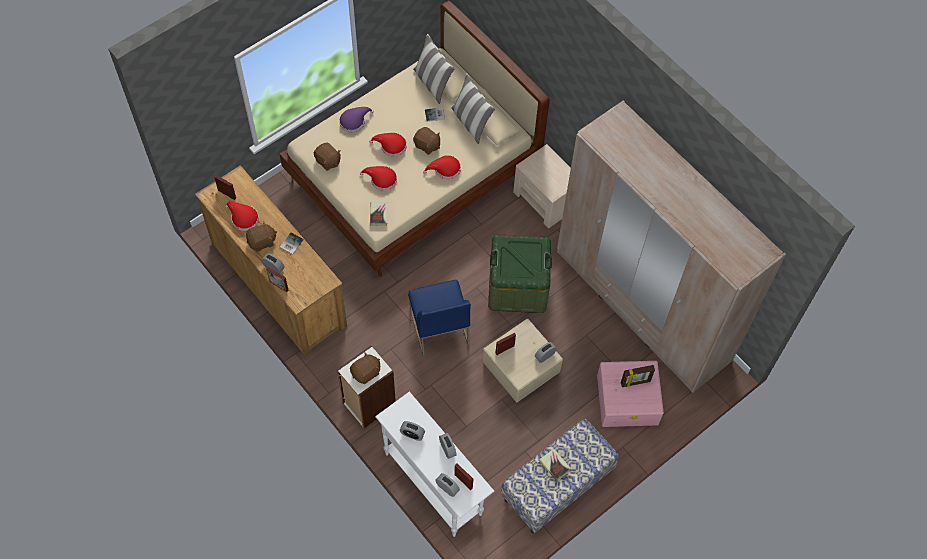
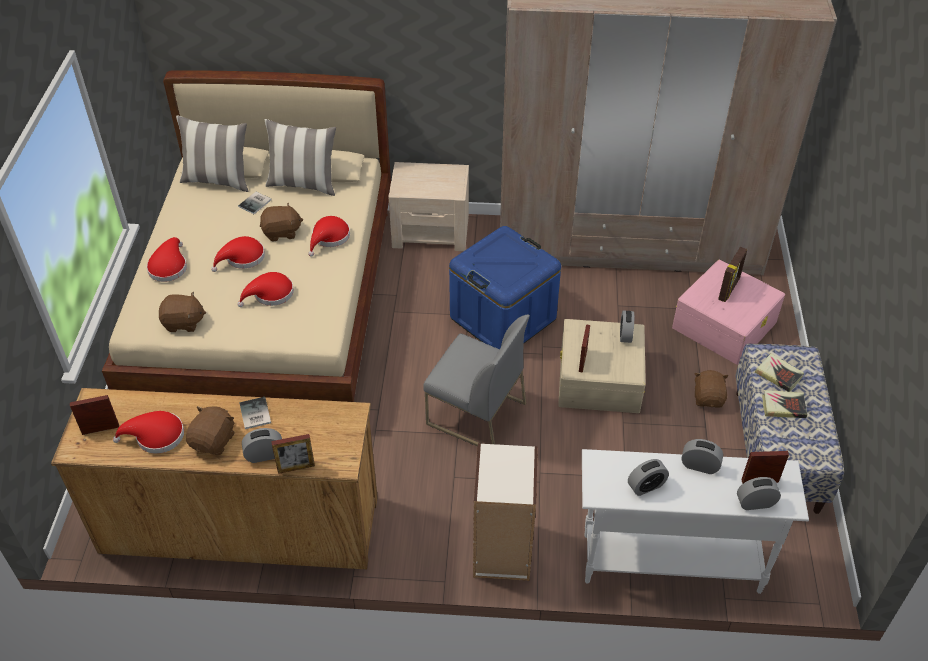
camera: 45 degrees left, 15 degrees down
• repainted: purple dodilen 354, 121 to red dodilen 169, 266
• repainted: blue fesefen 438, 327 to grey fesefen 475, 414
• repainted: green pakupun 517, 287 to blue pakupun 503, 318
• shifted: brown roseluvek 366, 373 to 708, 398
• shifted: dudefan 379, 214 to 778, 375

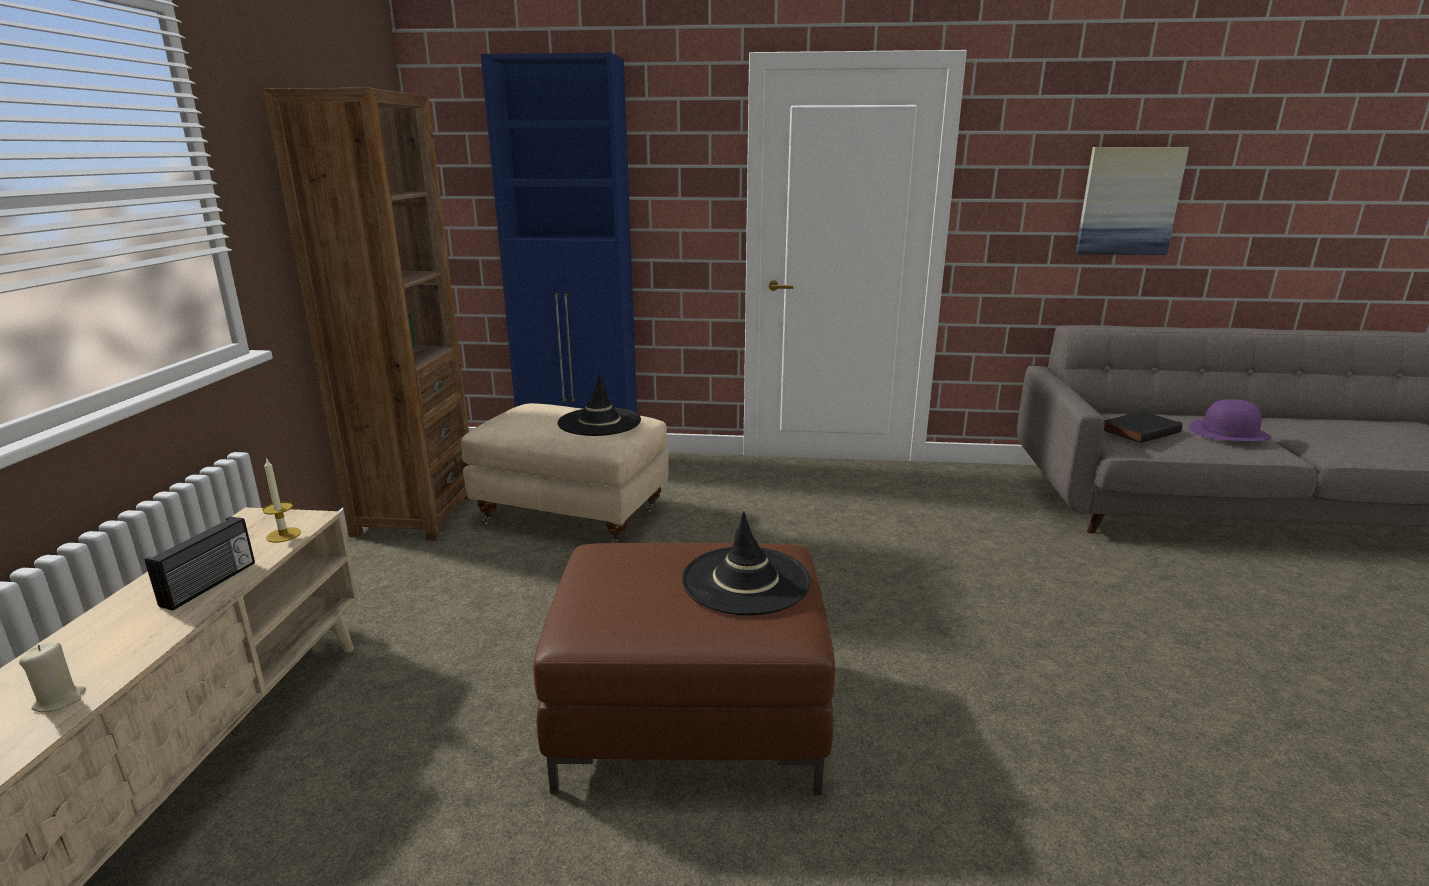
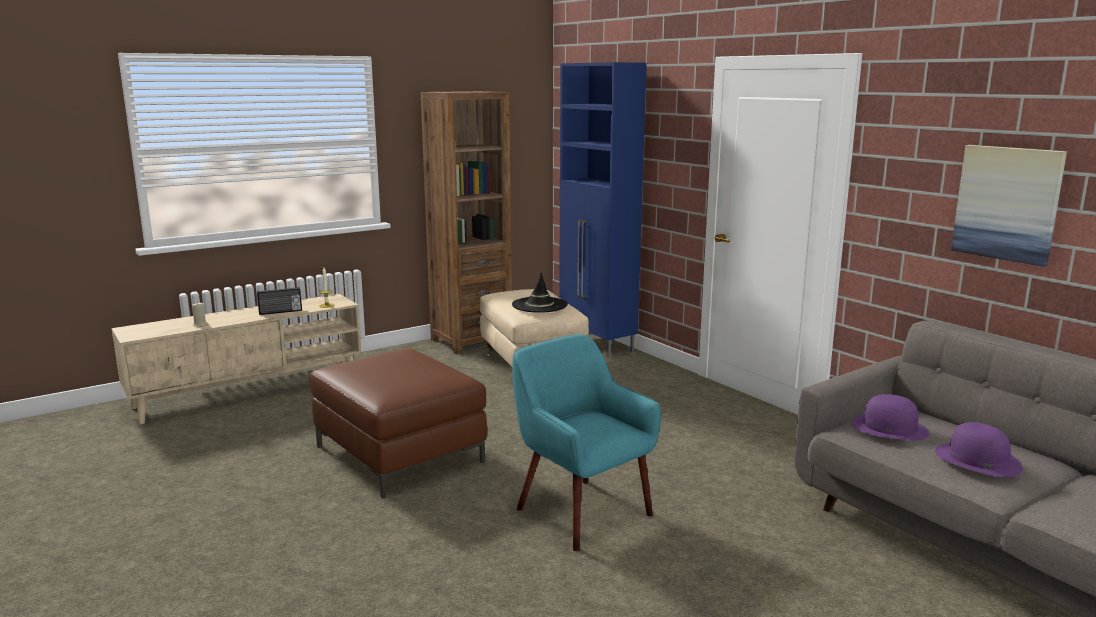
camera: 50 degrees right, 5 degrees down
• new: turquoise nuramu 581, 511
• swapped: black dudefan 1139, 430 to purple dodilen 889, 428
• gone: black dodilen 746, 581

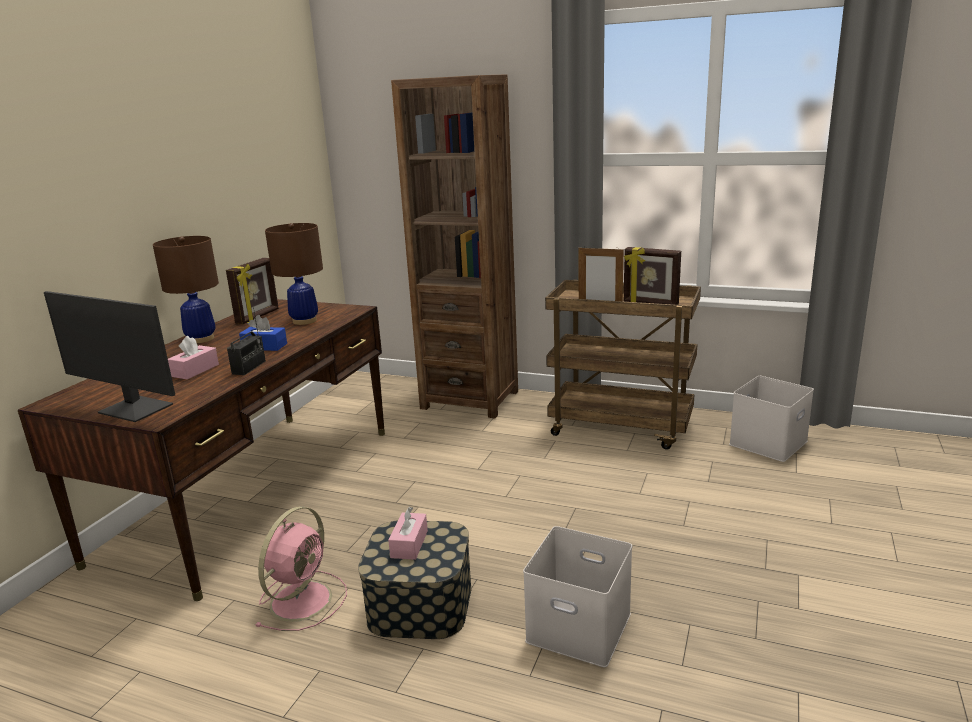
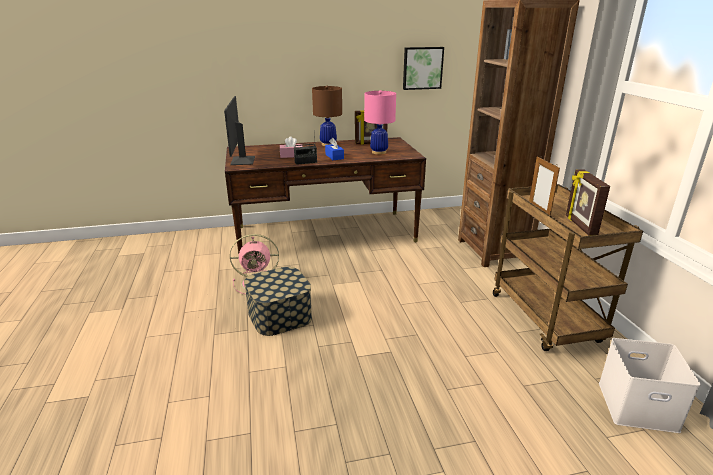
camera: 55 degrees right, 5 degrees up
• repainted: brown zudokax 304, 321 to pink zudokax 379, 152
• new: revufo 422, 68
• gone: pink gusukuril 409, 544
• gone: white pakupun 576, 628

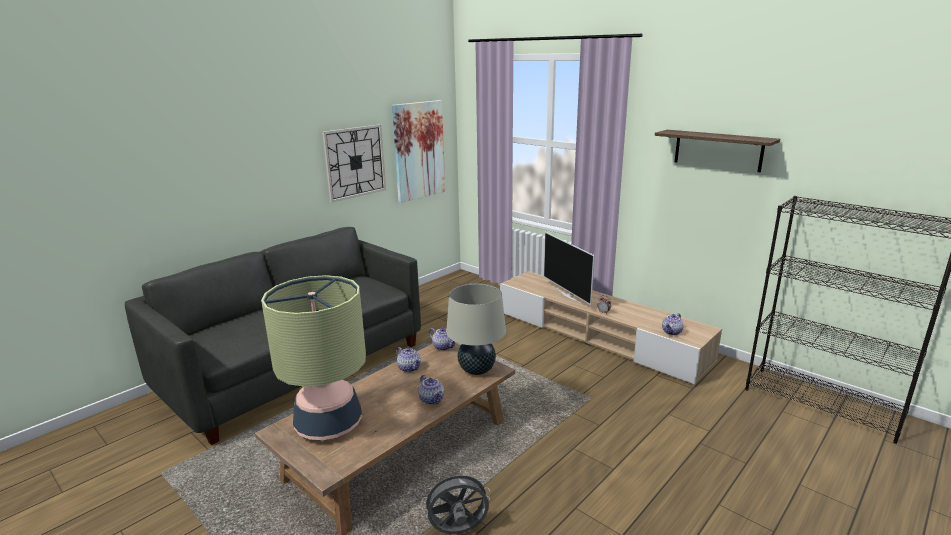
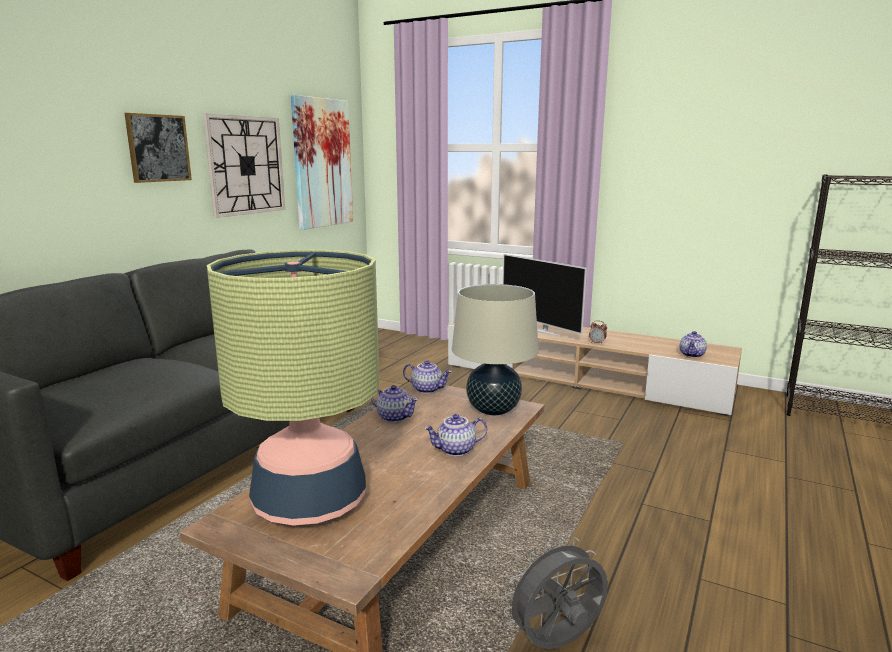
camera: 15 degrees left, 5 degrees down
• new: revufo 158, 148
• rotated: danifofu 432, 399 = 456, 450 120 degrees clockwise
• gone: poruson 718, 150

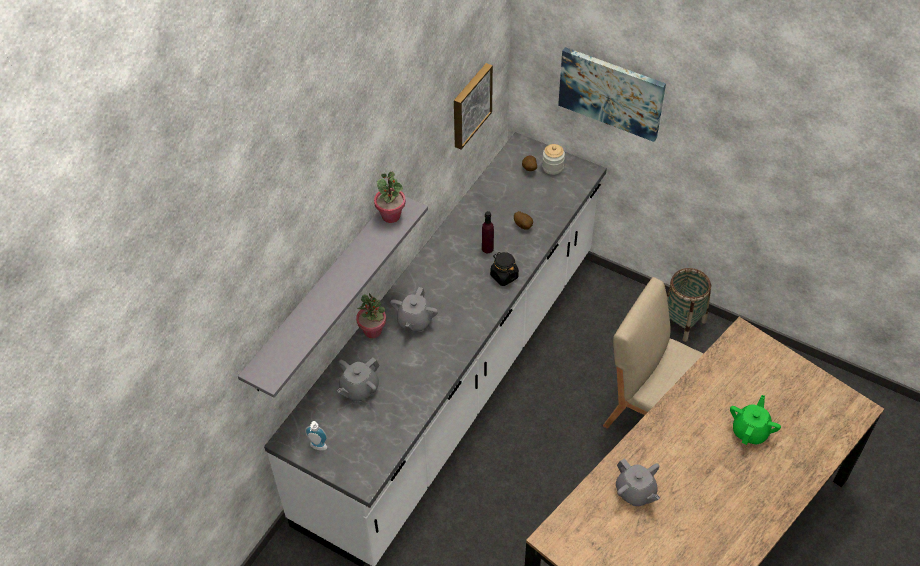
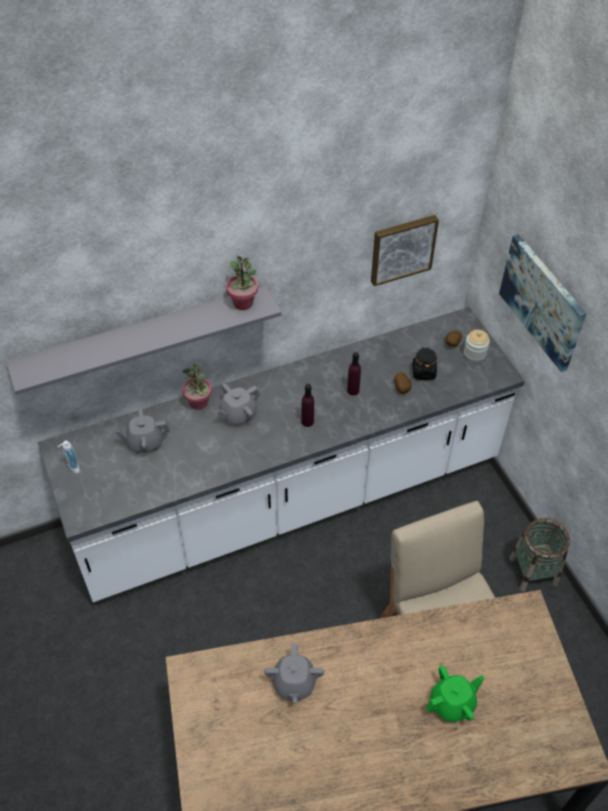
camera: 35 degrees right, 0 degrees up
• new: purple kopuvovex 307, 422
• shifted: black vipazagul 504, 276 to 423, 372

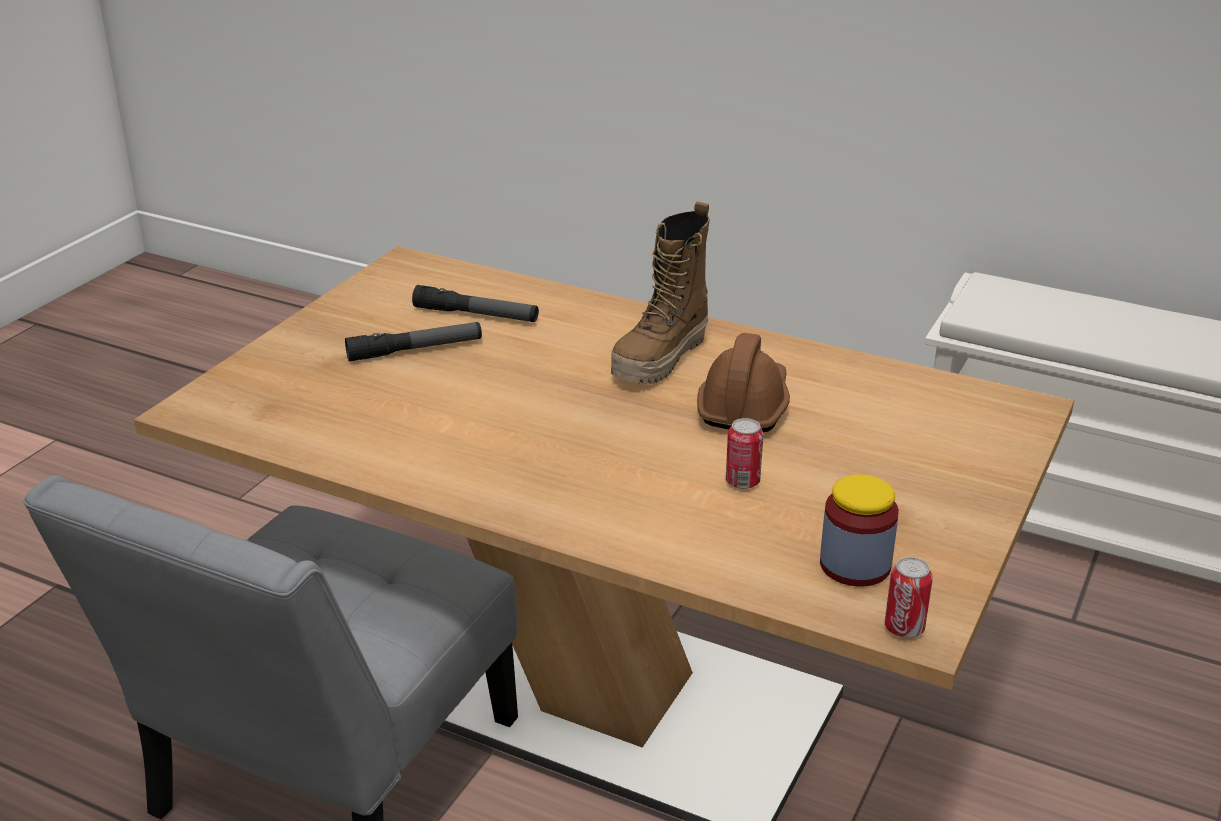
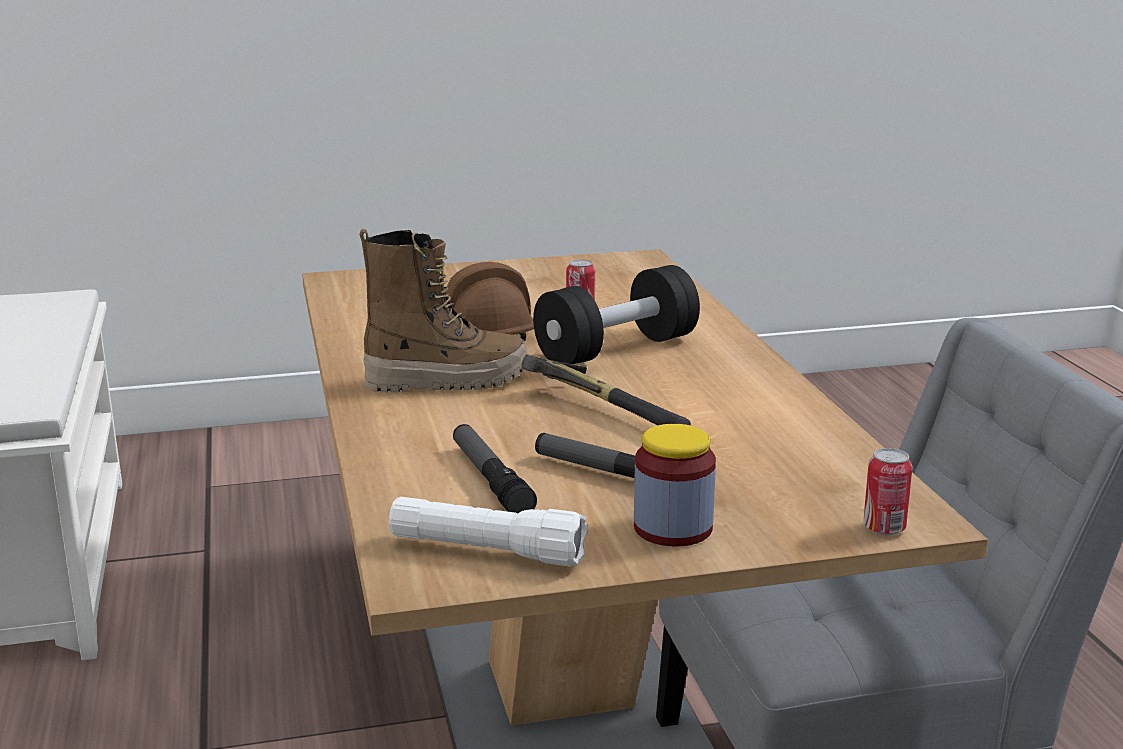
camera: 130 degrees left, 10 degrees down
• new: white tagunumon 487, 551
• new: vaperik 609, 411
• new: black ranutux 617, 349
• shifted: vipazagul 855, 565 to 673, 528
• shifted: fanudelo 904, 628 to 884, 528

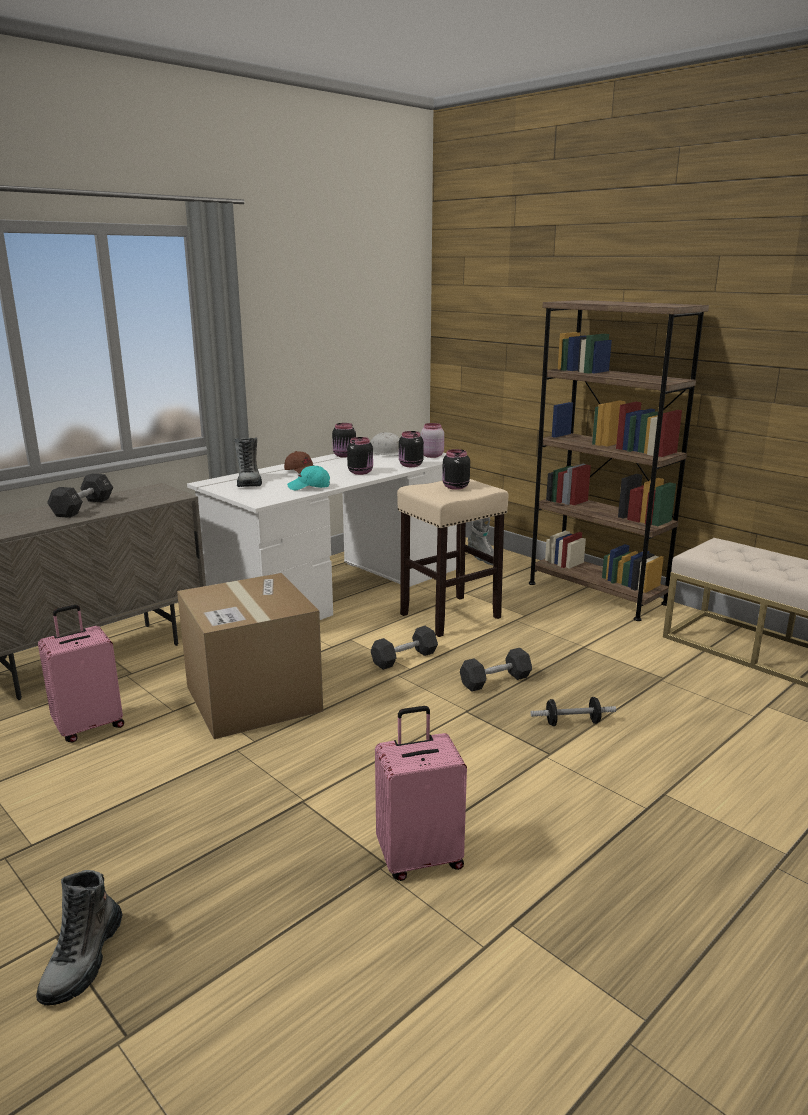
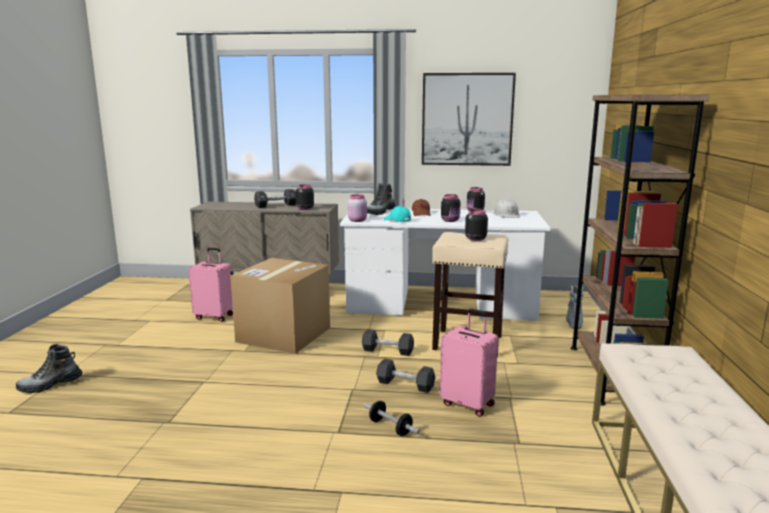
camera: 50 degrees right, 5 degrees down
• shifted: black vipazagul 410, 465 to 304, 209
• shifted: pink vipazagul 431, 455 to 357, 220
• new: revufo 467, 119
• shifted: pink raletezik 419, 857 to 468, 404

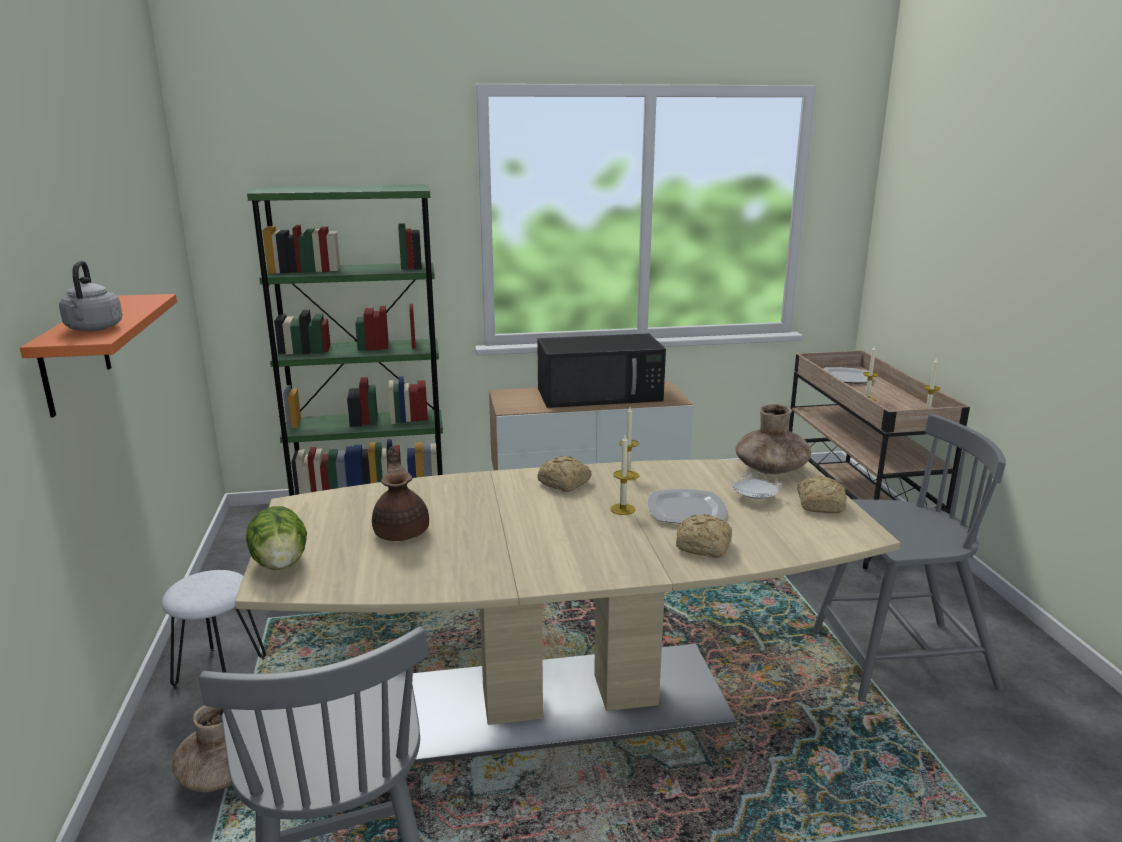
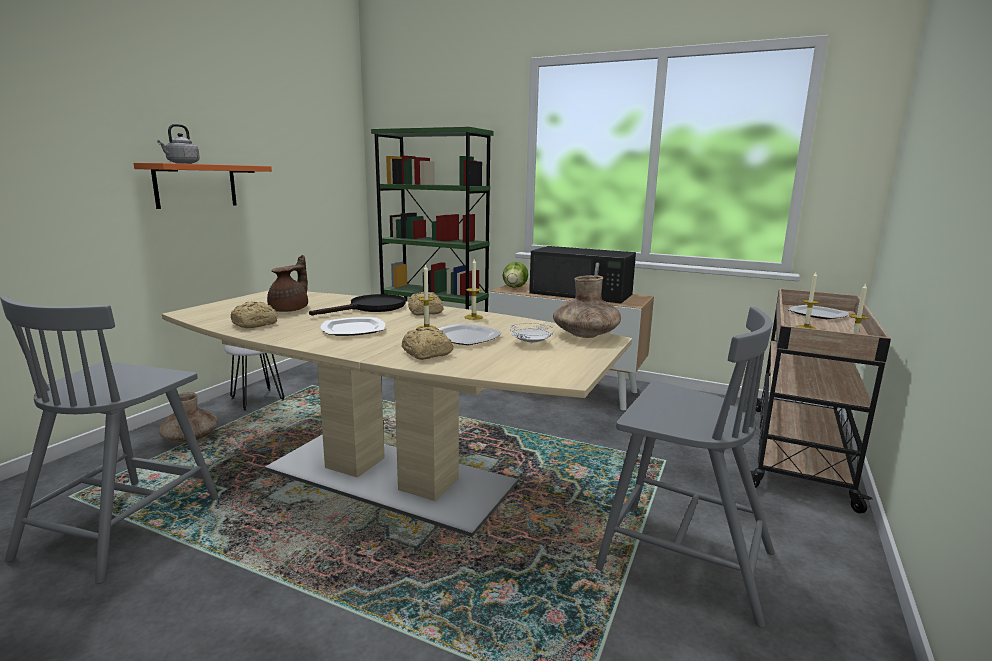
camera: 35 degrees right, 5 degrees down
• shifted: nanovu 821, 504 to 256, 324
• new: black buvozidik 371, 308
• new: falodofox 353, 329
• shifted: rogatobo 280, 564 to 515, 287

